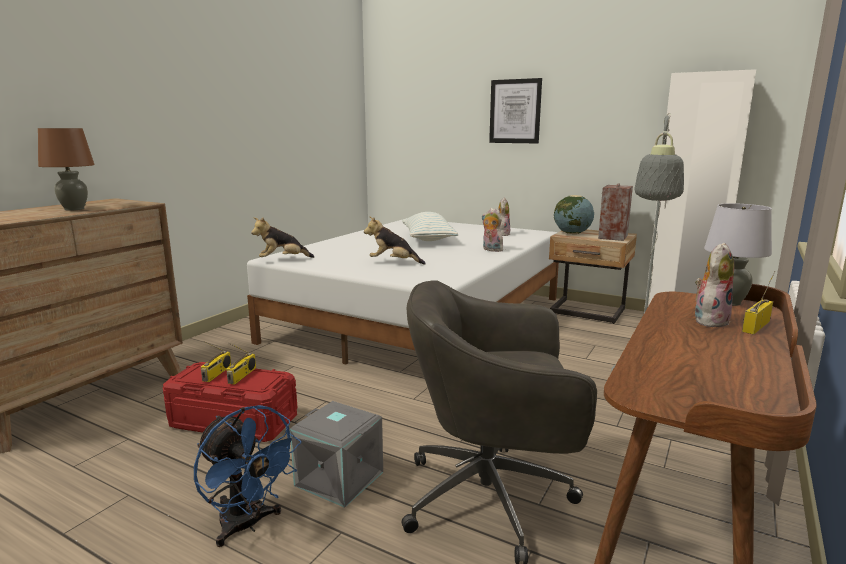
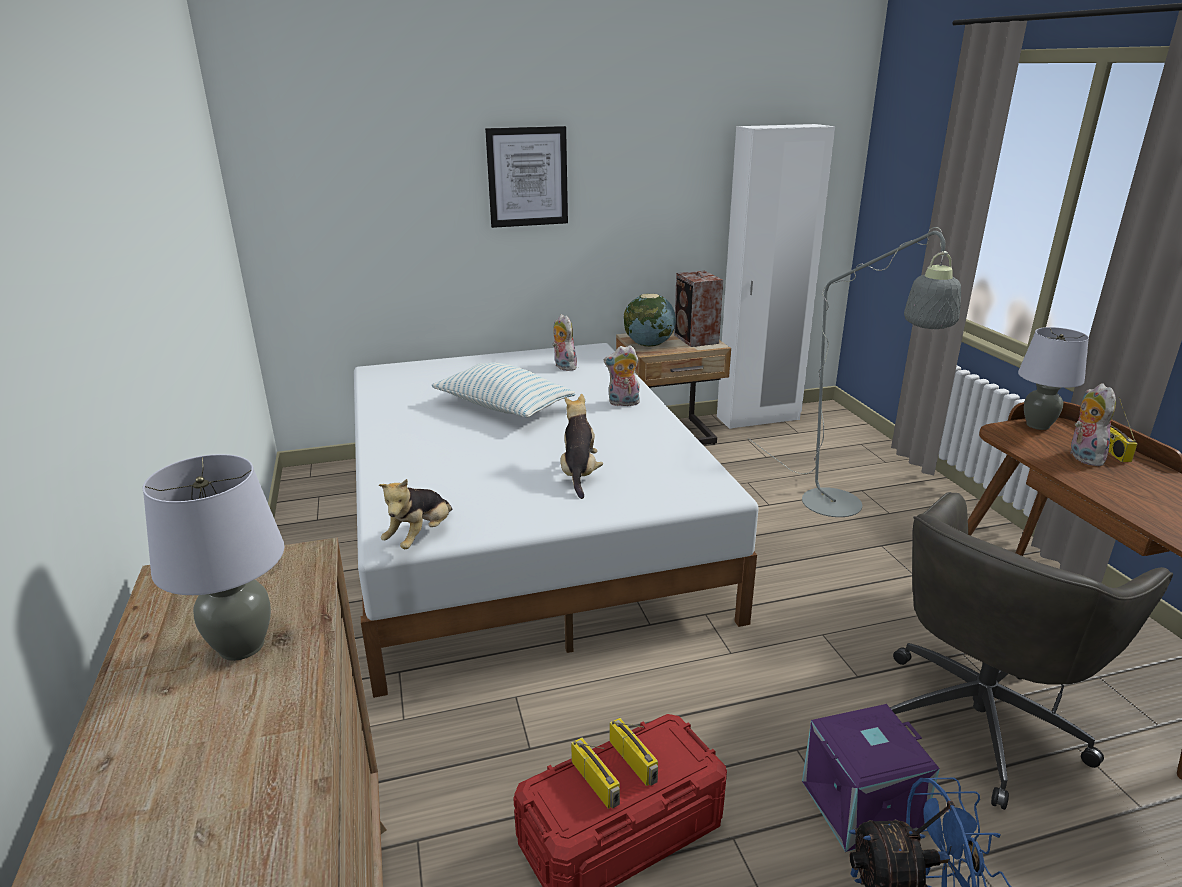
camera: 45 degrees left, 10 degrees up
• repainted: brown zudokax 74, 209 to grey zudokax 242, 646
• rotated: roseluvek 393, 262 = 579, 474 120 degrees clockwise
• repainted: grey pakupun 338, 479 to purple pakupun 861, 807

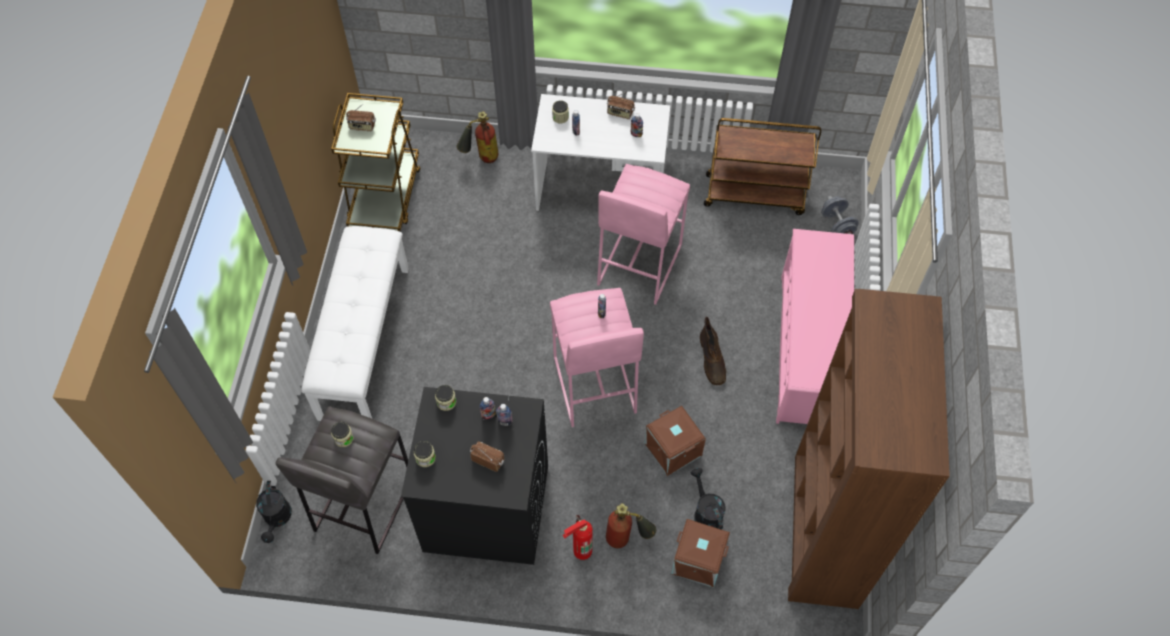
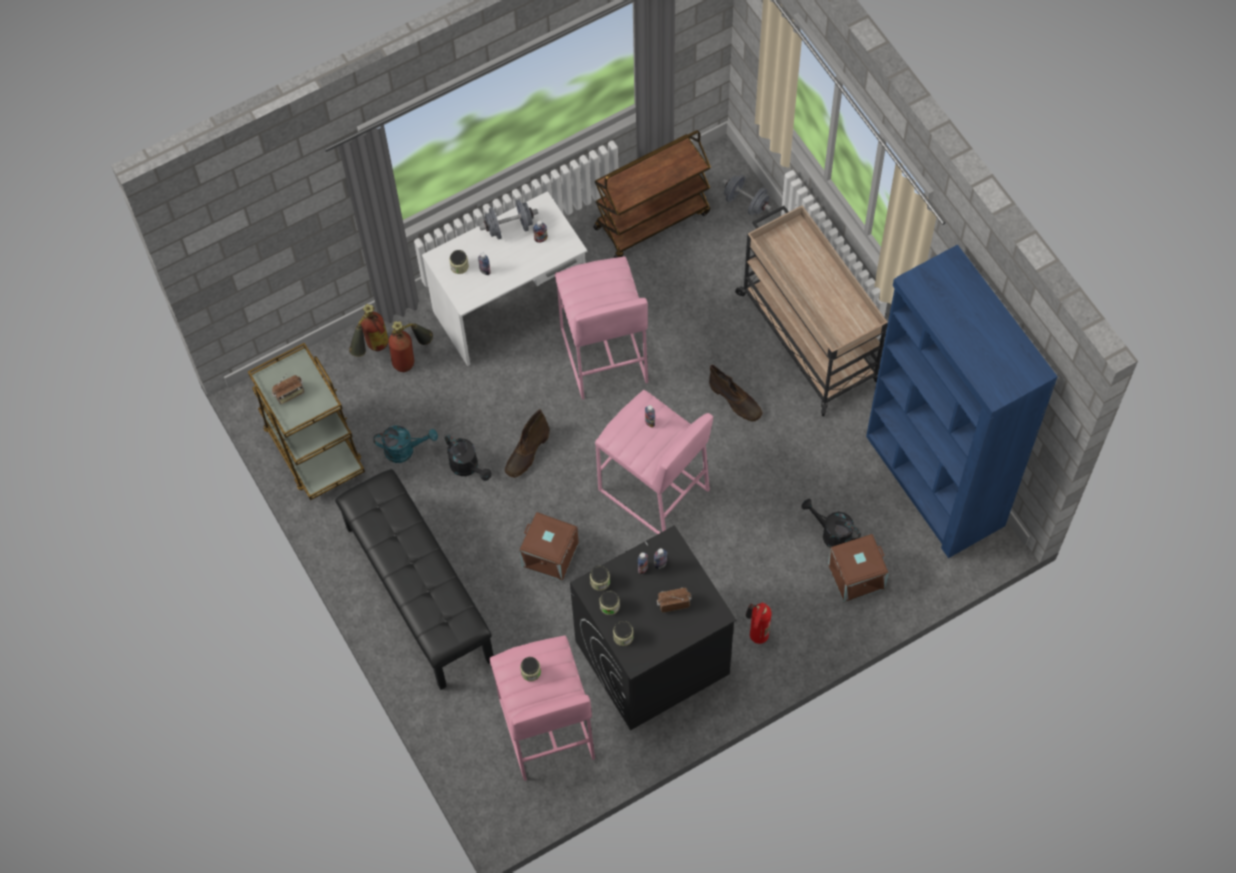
camera: 35 degrees left, 5 degrees up
• repainted: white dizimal 363, 341 to black dizimal 418, 593
• new: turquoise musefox 405, 449
• shifted: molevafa 627, 539 to 411, 359
• shifted: black musefox 277, 519 to 468, 467
• swapped: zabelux 620, 113 to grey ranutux 509, 227
• repainted: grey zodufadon 362, 504 to pink zodufadon 545, 729
• new: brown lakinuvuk 527, 453
• shifted: brown pakupun 672, 449 to 549, 555
• new: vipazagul 609, 606
• swapped: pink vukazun 808, 350 to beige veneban 807, 336
• repainted: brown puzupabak 824, 530 to blue puzupabak 934, 482

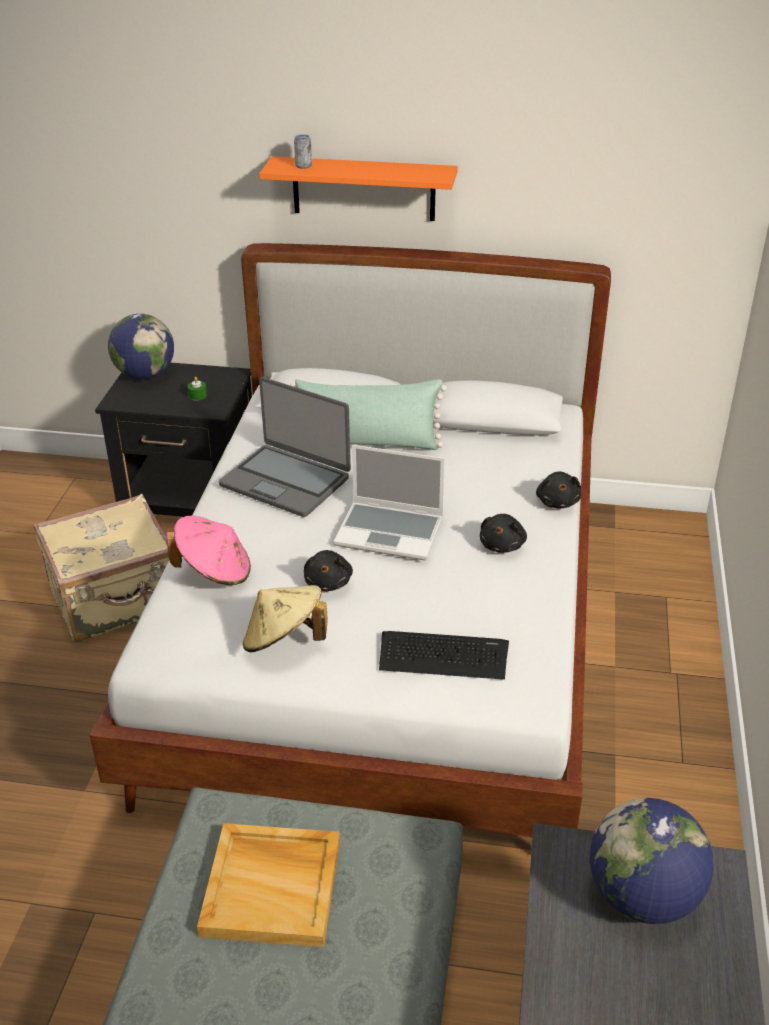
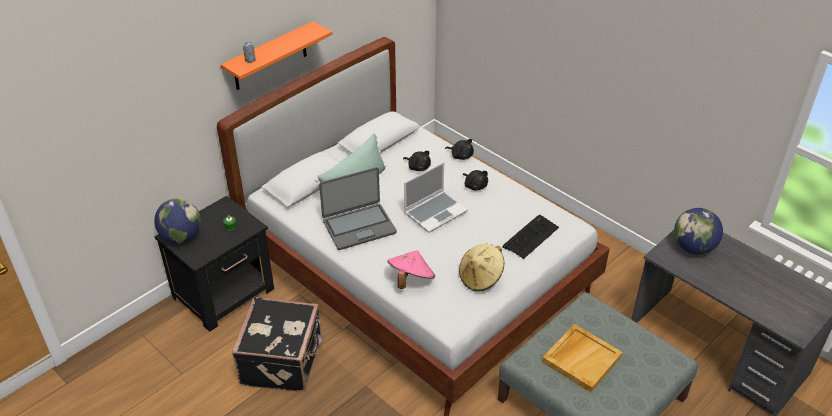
camera: 55 degrees left, 5 degrees up
• repainted: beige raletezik 116, 600 to black raletezik 283, 361
• shifted: black roseluvek 328, 582 to 418, 167

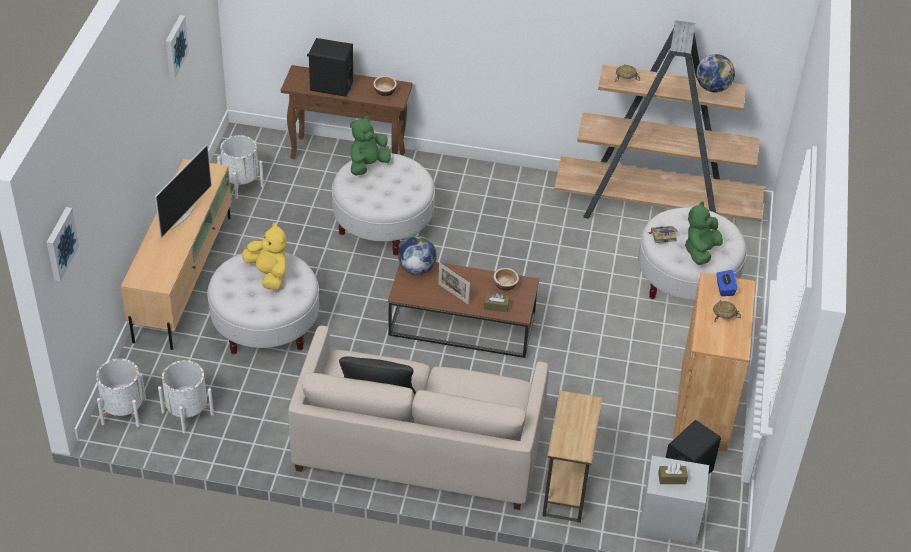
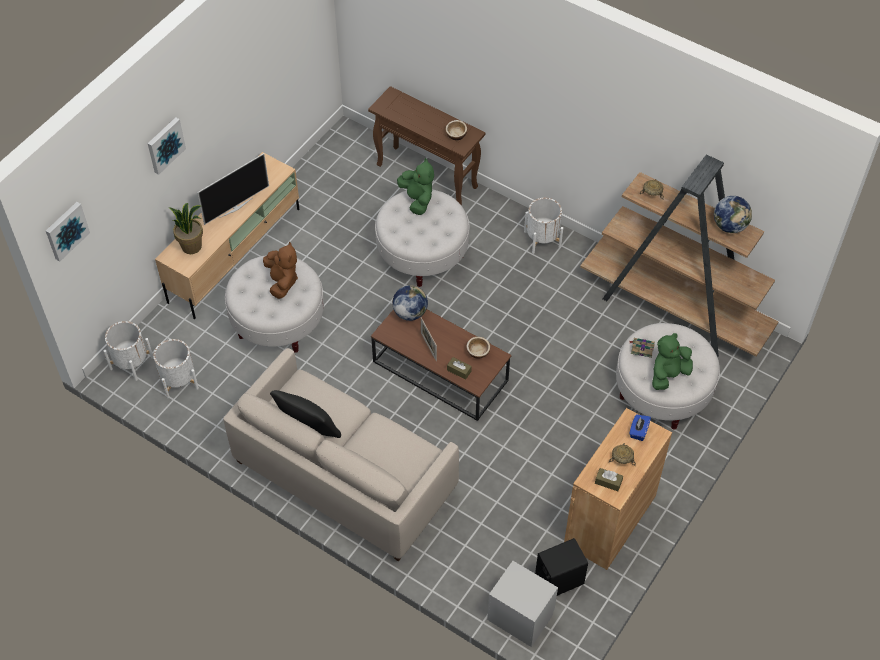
camera: 25 degrees right, 10 degrees up
• shifted: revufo 174, 46 to 165, 145
• new: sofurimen 192, 246
• repainted: yellow roseluvek 269, 274 to brown roseluvek 282, 282
• rotated: green roseluvek 368, 165 = 417, 199 90 degrees clockwise
• shifted: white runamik 241, 184 to 542, 239
• shifted: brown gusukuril 672, 478 to 608, 482
• gone: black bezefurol 331, 86
• gone: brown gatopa 566, 488

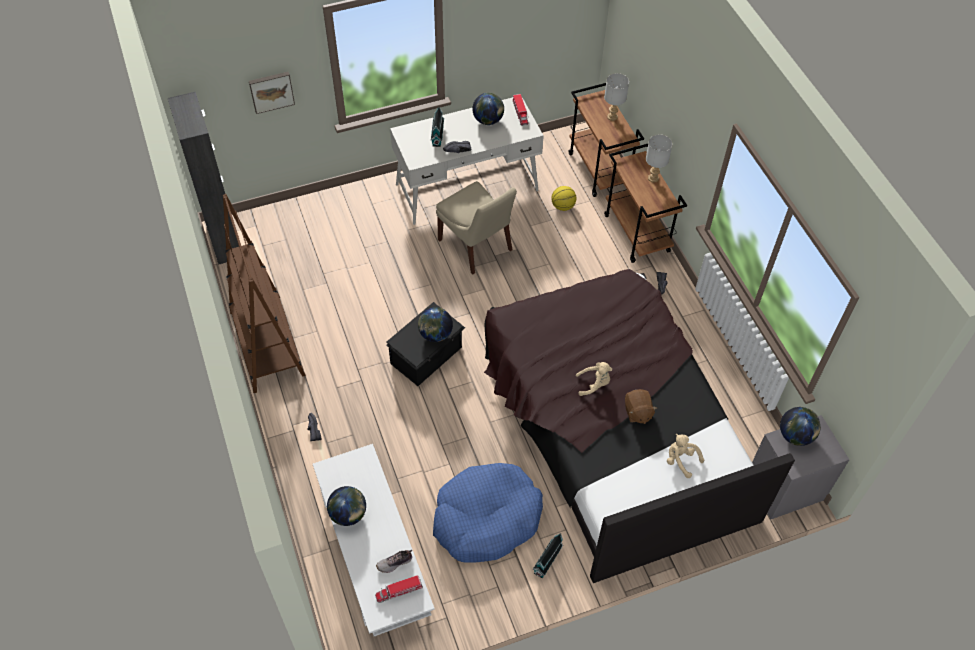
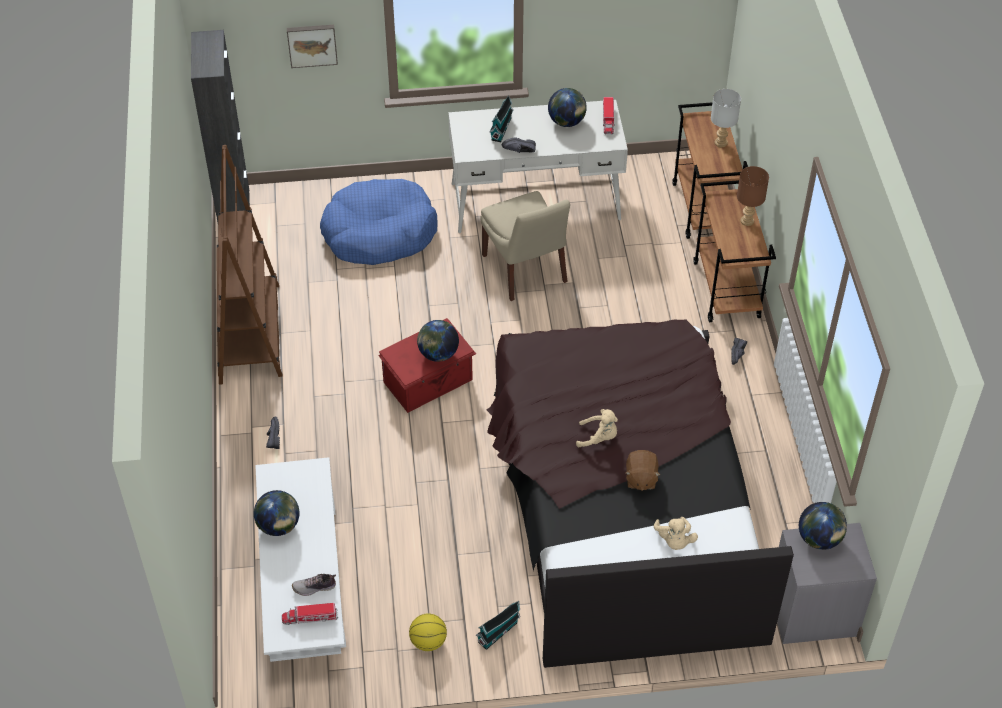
camera: 15 degrees right, 5 degrees down
• shifted: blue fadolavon 486, 518 to 379, 233
• repainted: black pakupun 427, 355 to red pakupun 429, 381
• shifted: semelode 562, 206 to 428, 641
• rotated: beige roseluvek 680, 460 = 674, 541 150 degrees counterclockwise
• repainted: grey zudokax 653, 178 to brown zudokax 747, 221

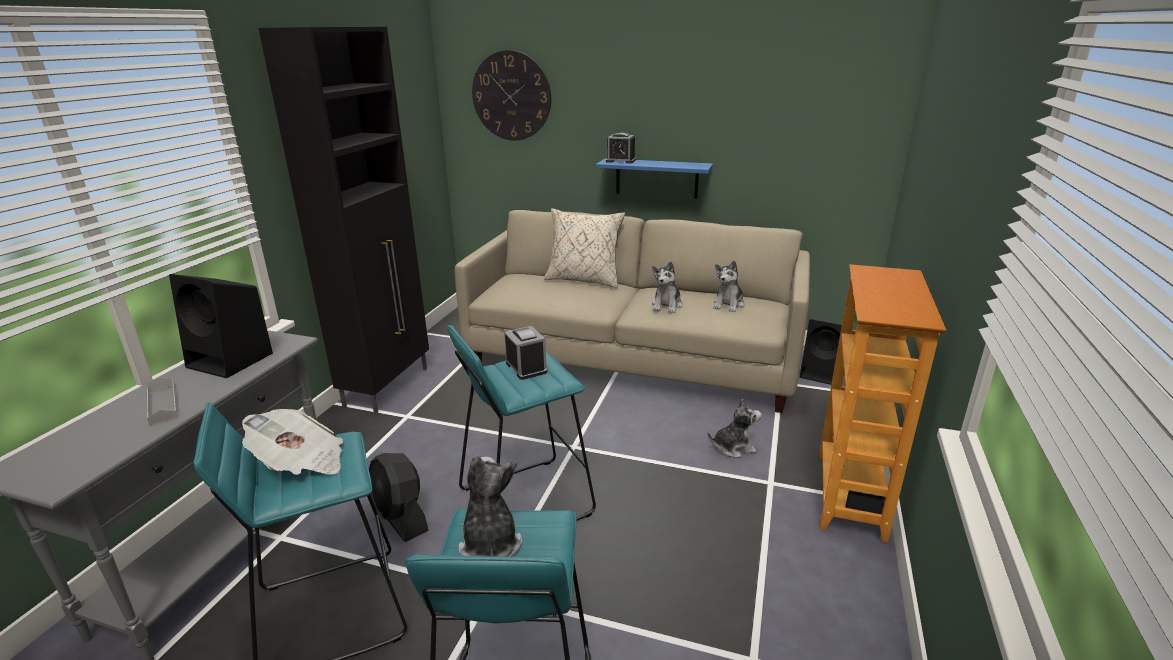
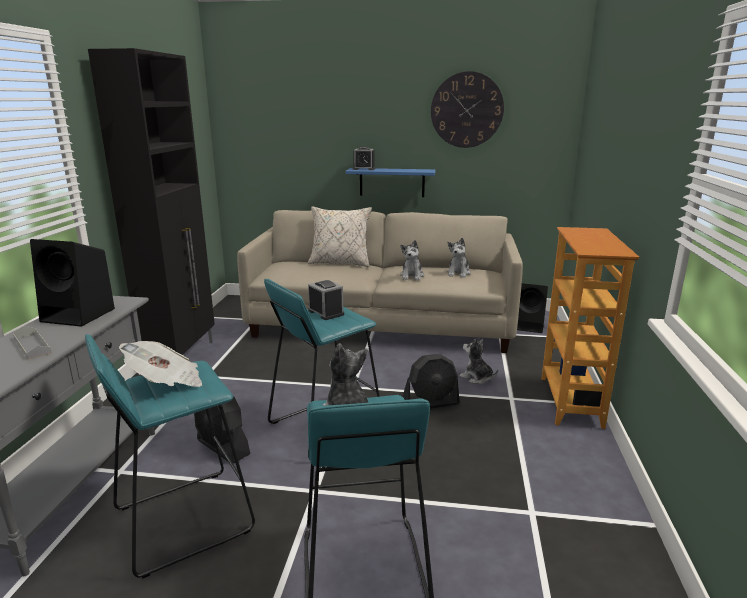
camera: 10 degrees left, 5 degrees down
• new: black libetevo 431, 403
• shifted: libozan 511, 96 to 467, 110
• rotated: roseluvek 733, 447 = 477, 378 120 degrees counterclockwise

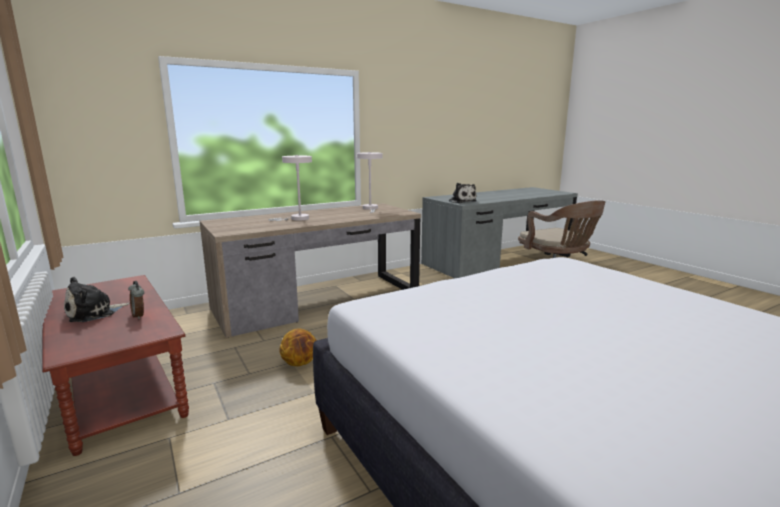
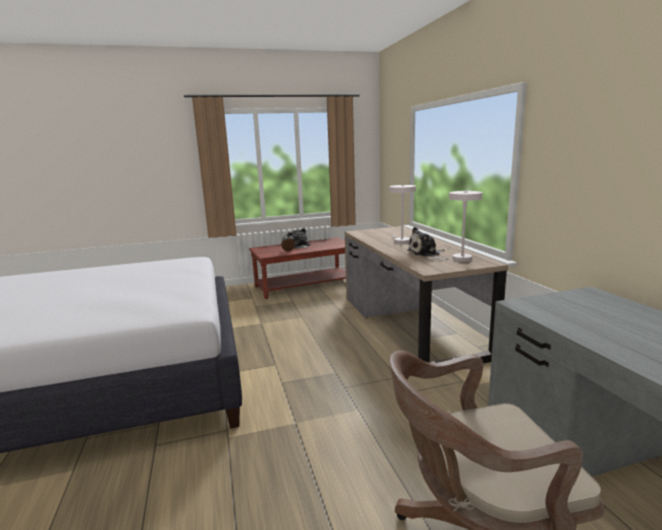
camera: 105 degrees right, 0 degrees up
• shifted: roseluvek 461, 201 to 425, 253
• gone: semelode 300, 363

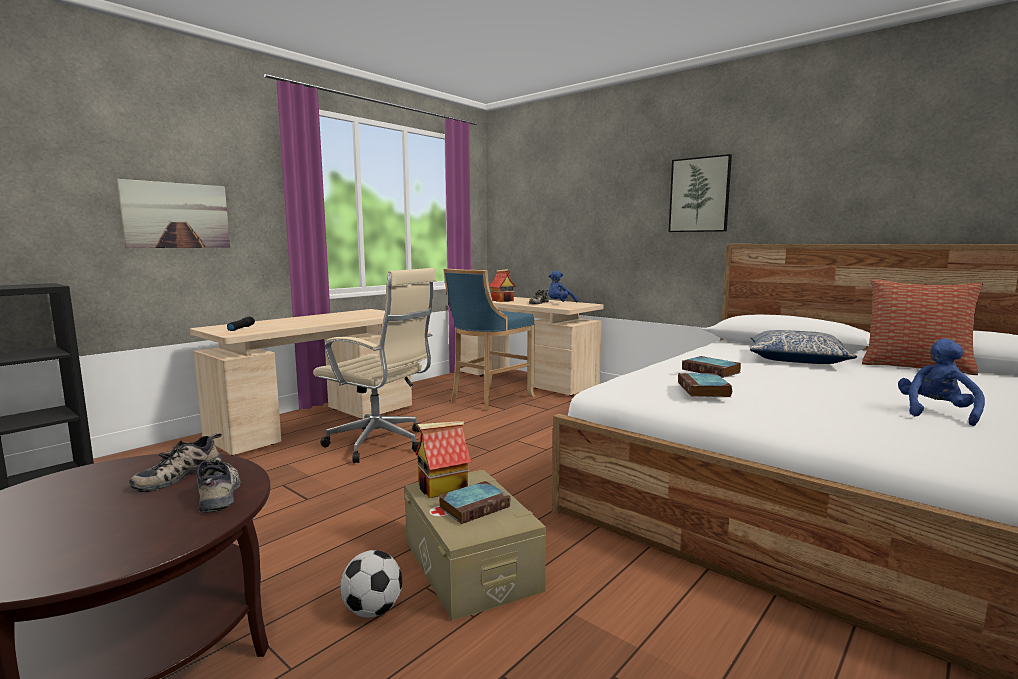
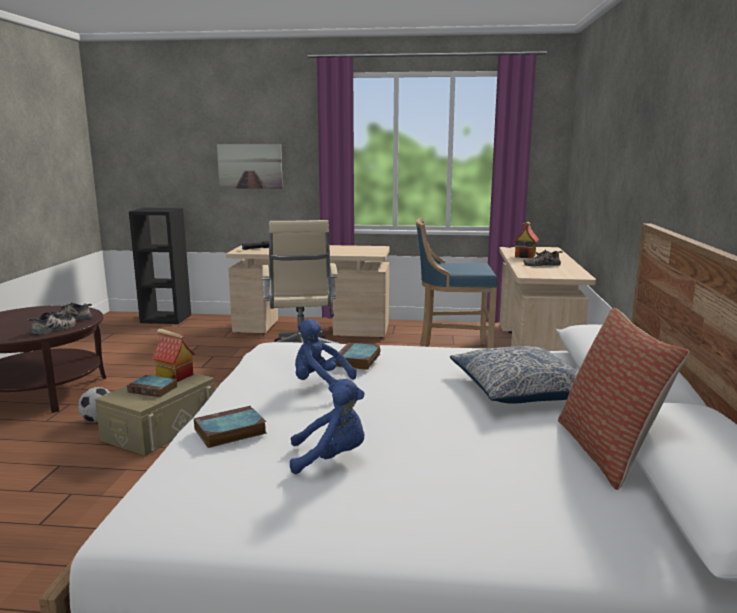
camera: 55 degrees right, 5 degrees up
• shifted: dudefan 704, 390 to 229, 432
• shifted: blue roseluvek 560, 303 to 320, 383
• gone: revufo 699, 195

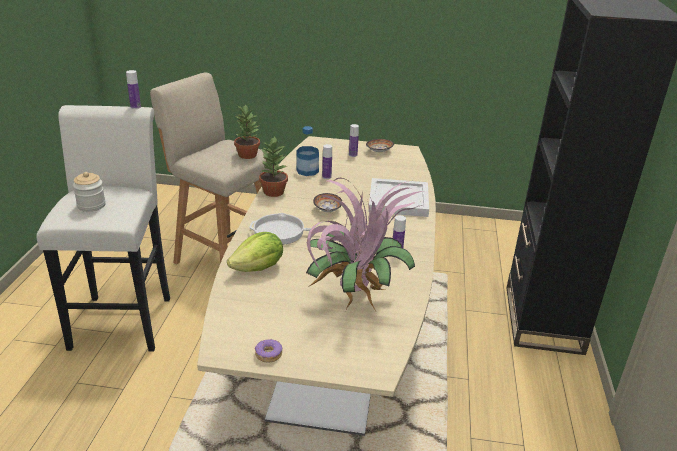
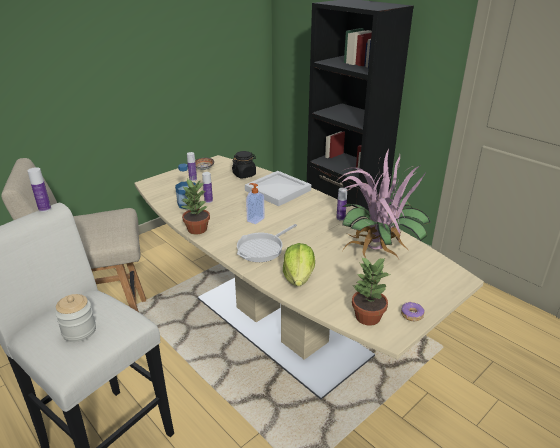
camera: 50 degrees left, 0 degrees up
• new: black vipazagul 244, 175
• swapped: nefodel 327, 210 to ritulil 255, 219
• shifted: sofurimen 247, 155 to 367, 317

